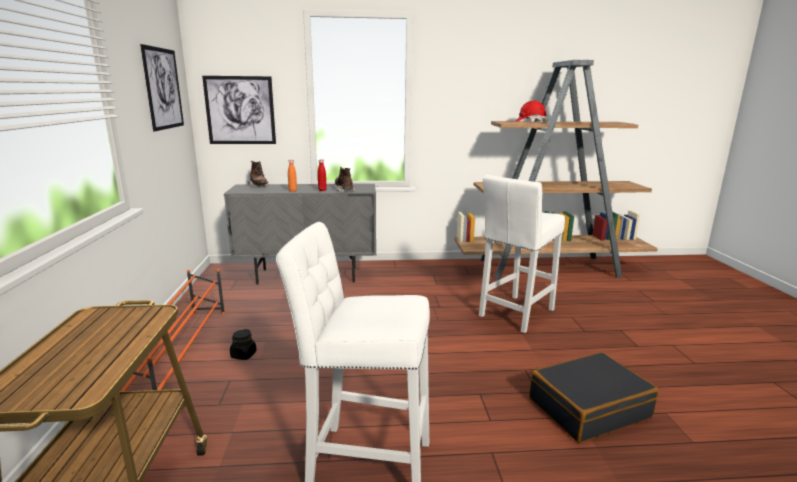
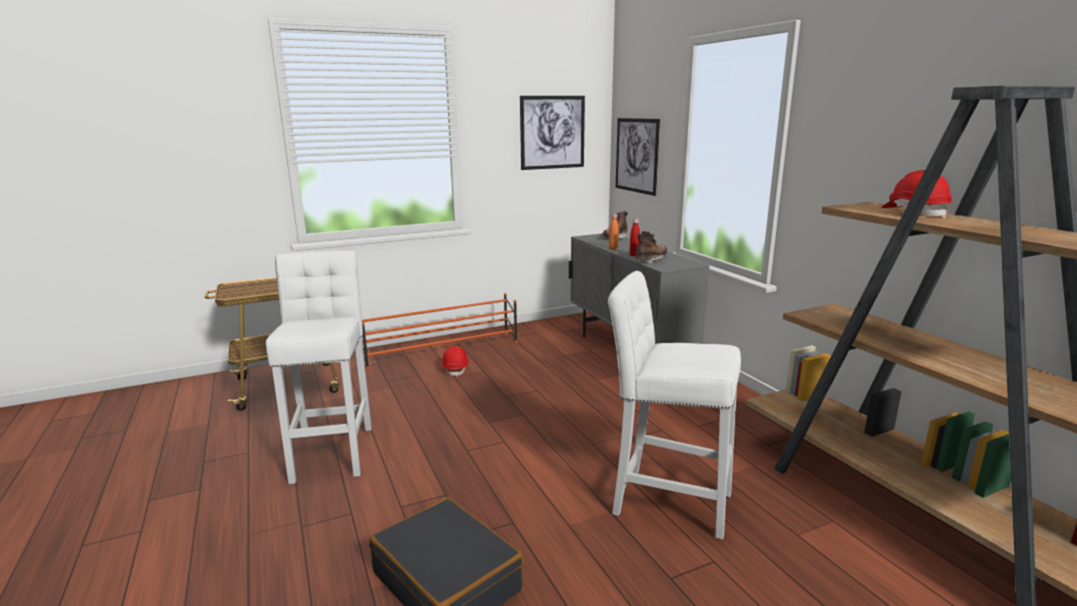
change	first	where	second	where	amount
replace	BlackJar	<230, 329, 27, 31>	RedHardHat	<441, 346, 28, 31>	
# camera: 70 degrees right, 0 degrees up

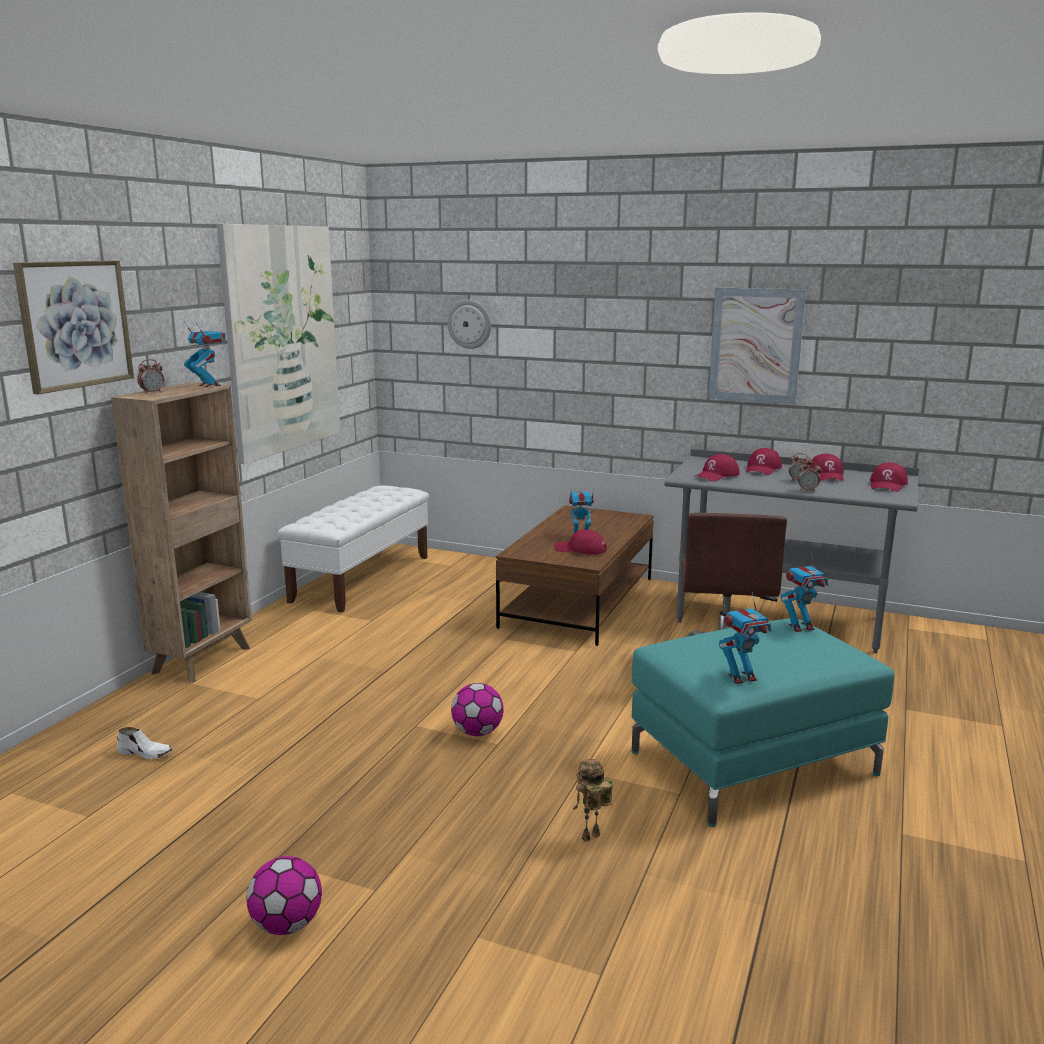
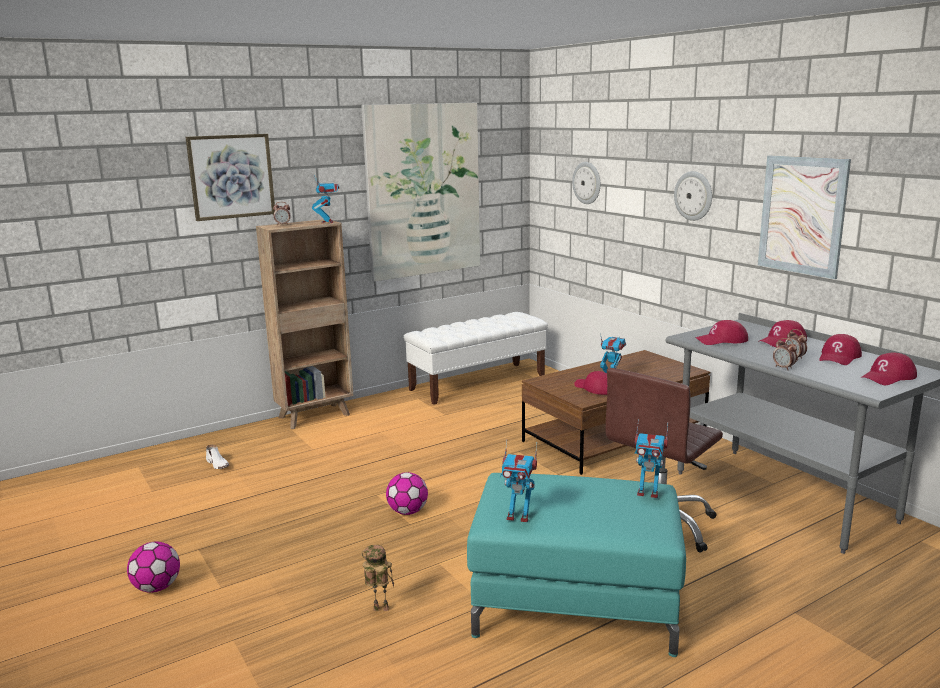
change	first	where	second	where	amount
insert			WallClock	<674, 171, 38, 50>	
# camera: 35 degrees right, 0 degrees up

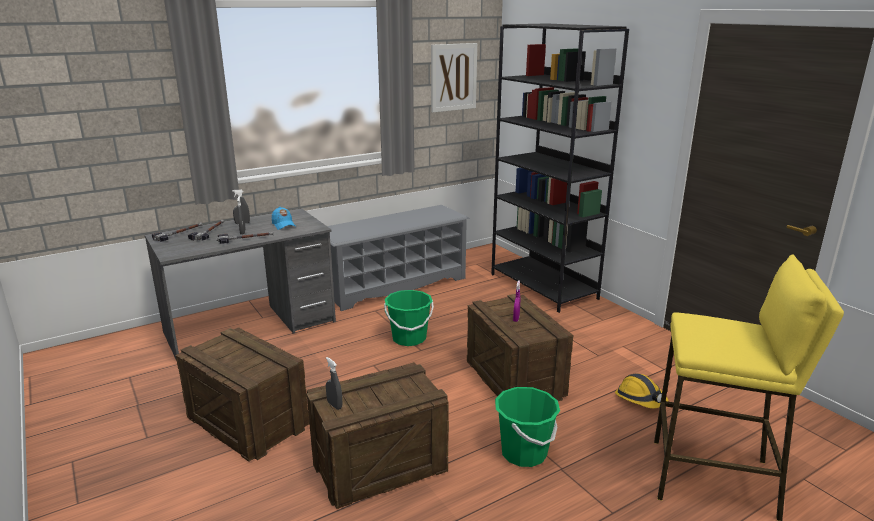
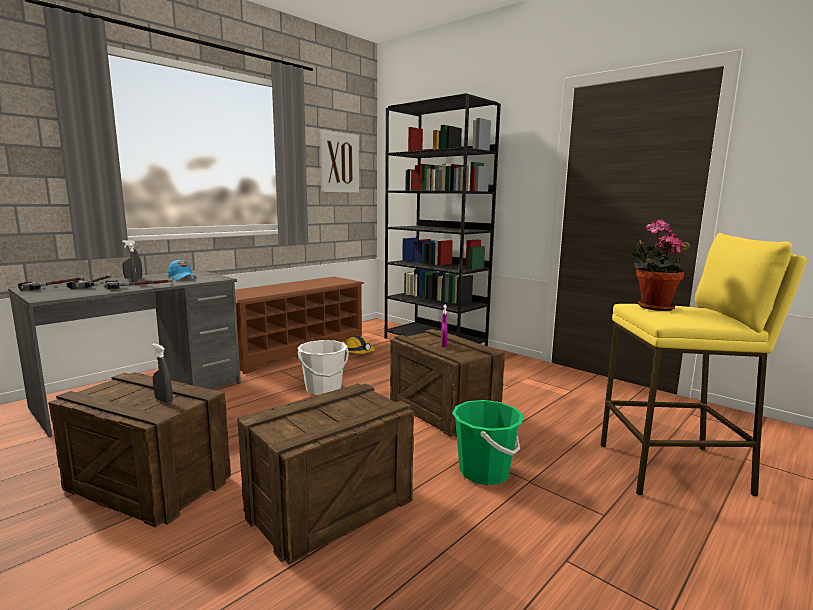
change	first	where	second	where	amount
move	GreySprayBottle	<326, 357, 16, 53>		<152, 343, 21, 61>	
recolor	GreyShoeRack	<327, 205, 143, 106>	BrownShoeRack	<235, 277, 129, 97>	
recolor	GreenBucket	<384, 290, 50, 56>	WhiteBucket	<298, 340, 51, 55>	
move	HardHat	<615, 373, 54, 36>		<345, 335, 30, 19>	
insert			PottedPlant	<631, 219, 54, 92>	
# camera: 15 degrees left, 10 degrees down

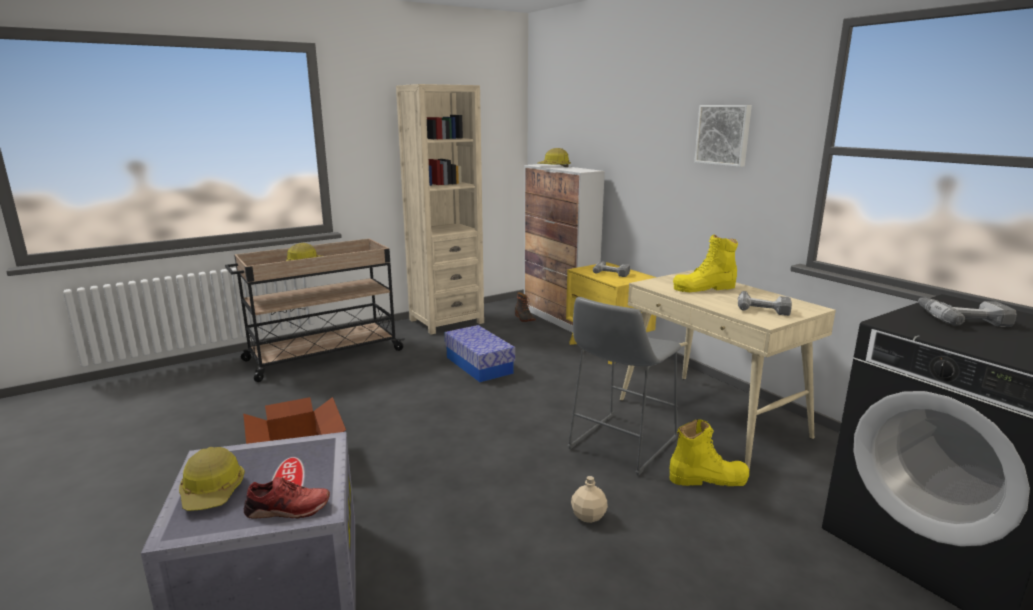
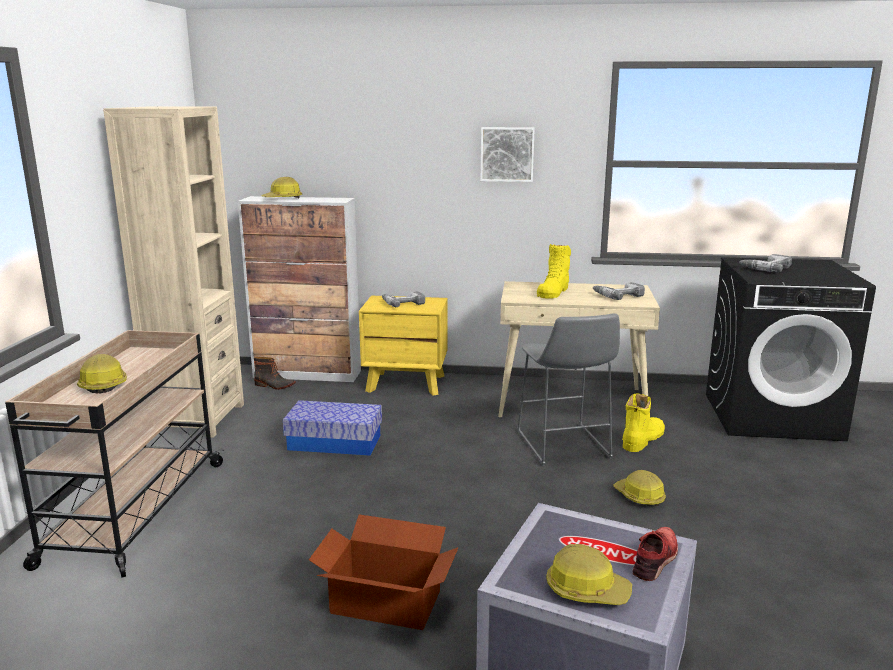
change	first	where	second	where	amount
replace	BeigeBottle	<571, 476, 37, 47>	HardHat	<613, 470, 53, 37>	
# camera: 50 degrees left, 0 degrees up

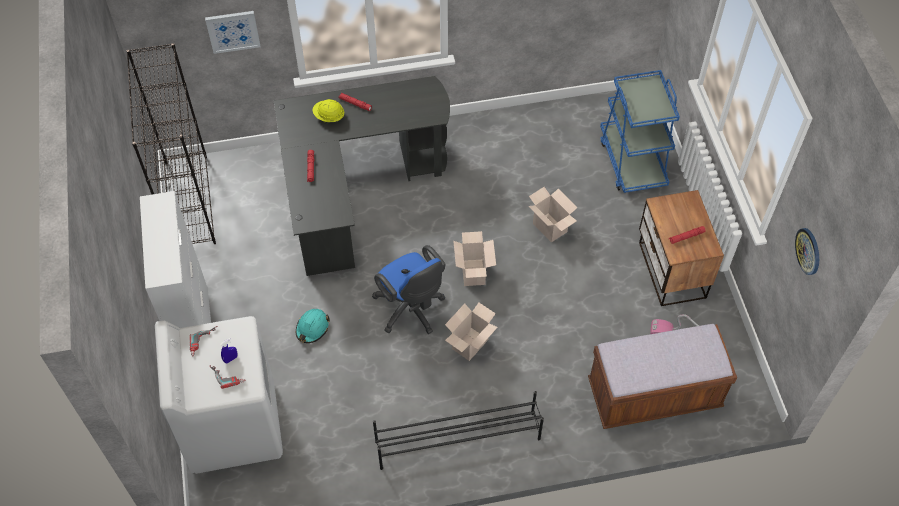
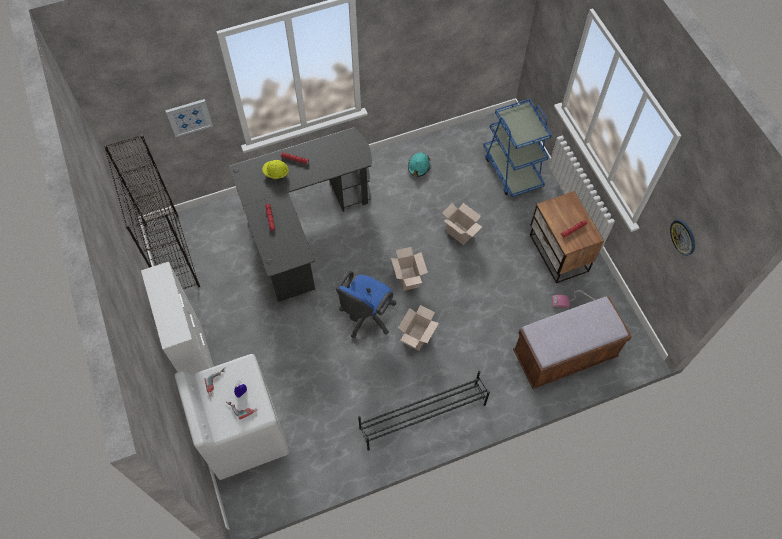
change	first	where	second	where	amount
move	TurquoiseHardHat	<296, 309, 34, 34>		<408, 153, 22, 24>	
rotate	BlueOfficeChair	<372, 245, 73, 89>		<336, 271, 61, 67>	75 degrees clockwise
# camera: 10 degrees left, 5 degrees up

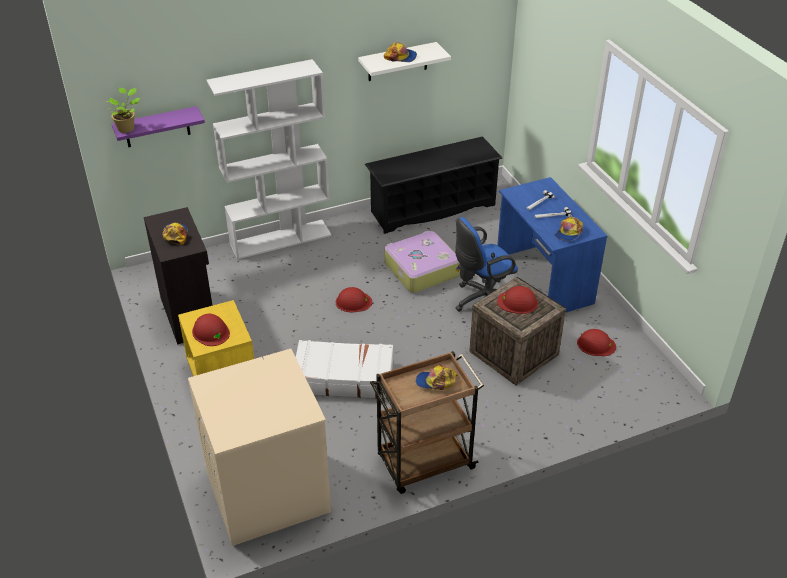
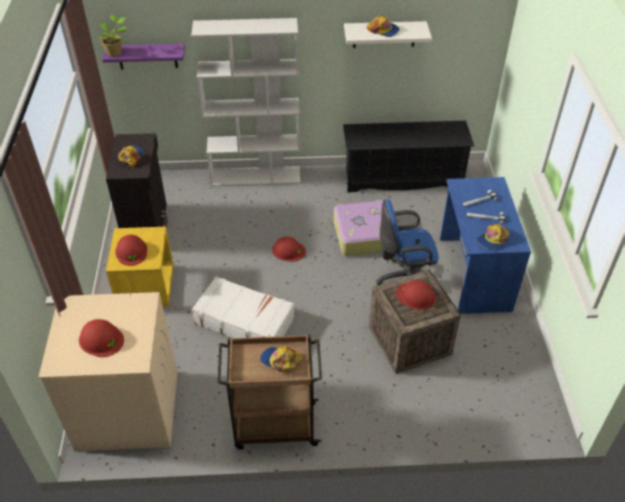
change	first	where	second	where	amount
move	RedHardHat	<577, 329, 39, 27>		<79, 319, 45, 38>	
# camera: 20 degrees right, 5 degrees up

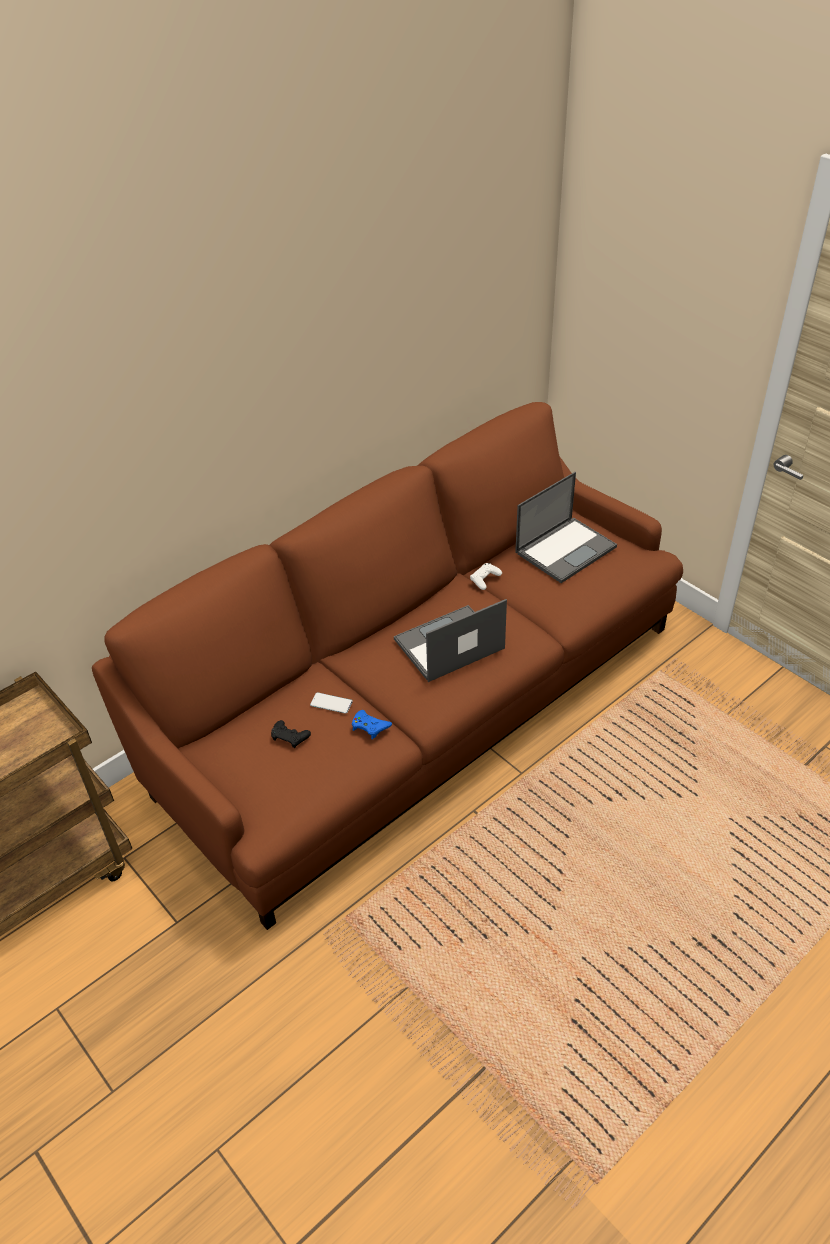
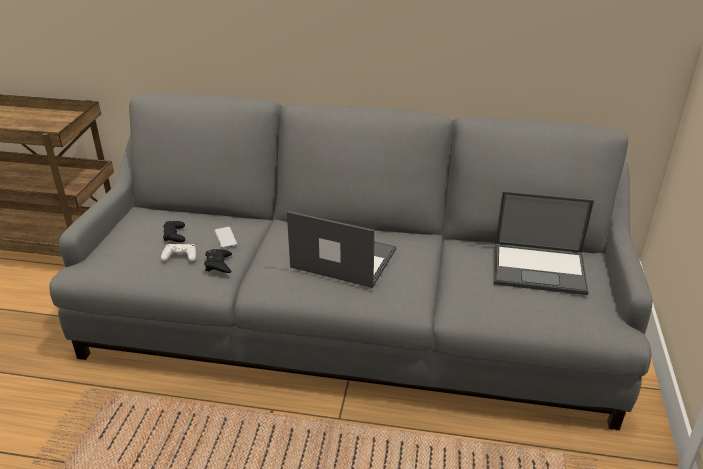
change	first	where	second	where	amount
recolor	BrownSofa	<92, 402, 591, 528>	GreySofa	<49, 93, 604, 337>	
recolor	BlueGameController	<352, 710, 40, 29>	BlackGameController	<204, 249, 28, 24>	
move	WhiteGameController	<470, 563, 32, 27>		<161, 244, 35, 18>	
# camera: 50 degrees right, 10 degrees down

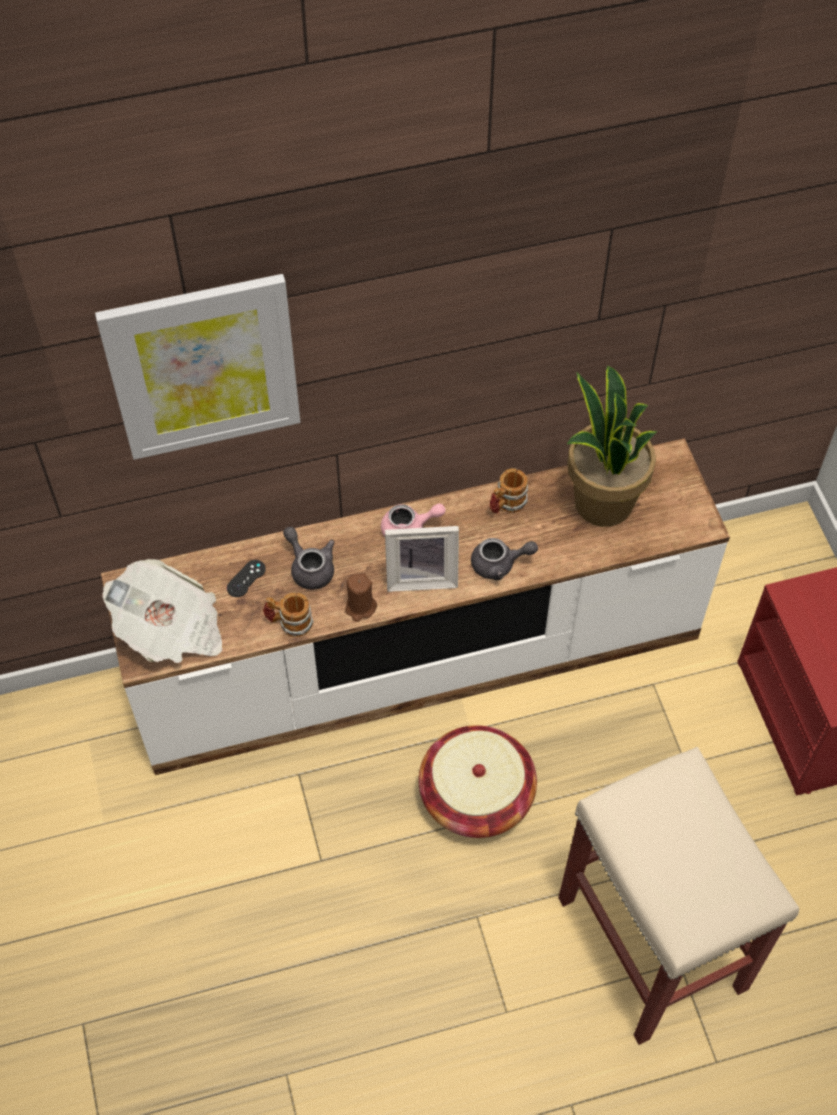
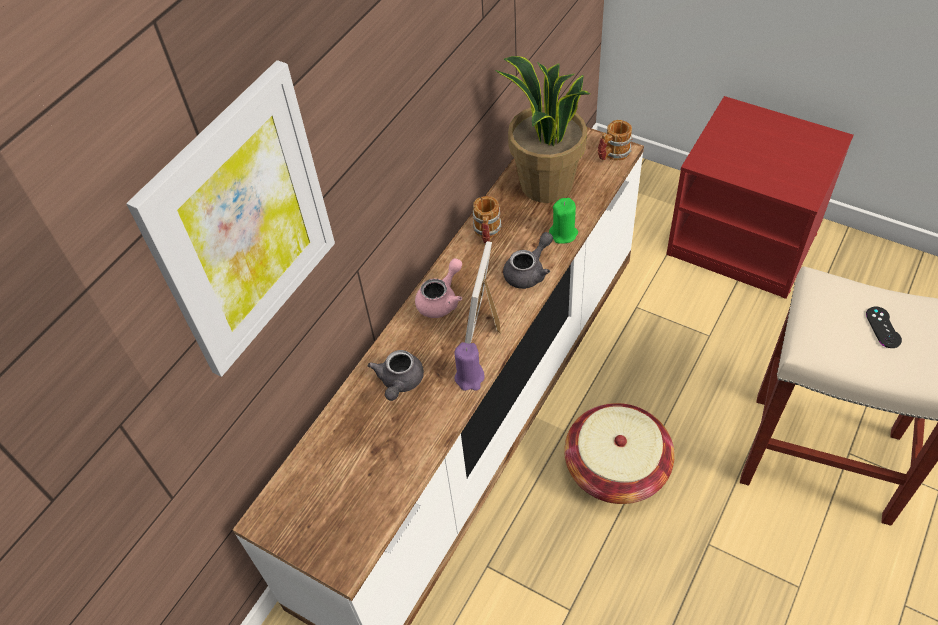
change	first	where	second	where	amount
delete	Newspaper	<103, 559, 119, 104>			
move	BlackGameController	<227, 560, 39, 37>		<866, 307, 36, 41>	
move	Mug	<263, 592, 51, 45>		<598, 120, 34, 41>	
rotate	GreyTeapot	<283, 527, 51, 63>		<368, 350, 56, 51>	90 degrees counterclockwise
recolor	BrownCandle	<345, 573, 32, 49>	PurpleCandle	<454, 342, 30, 49>	
rotate	PictureFrame	<385, 526, 74, 66>		<465, 241, 36, 103>	150 degrees clockwise
insert			GreenCandle	<549, 198, 29, 46>	
# camera: 40 degrees left, 5 degrees down

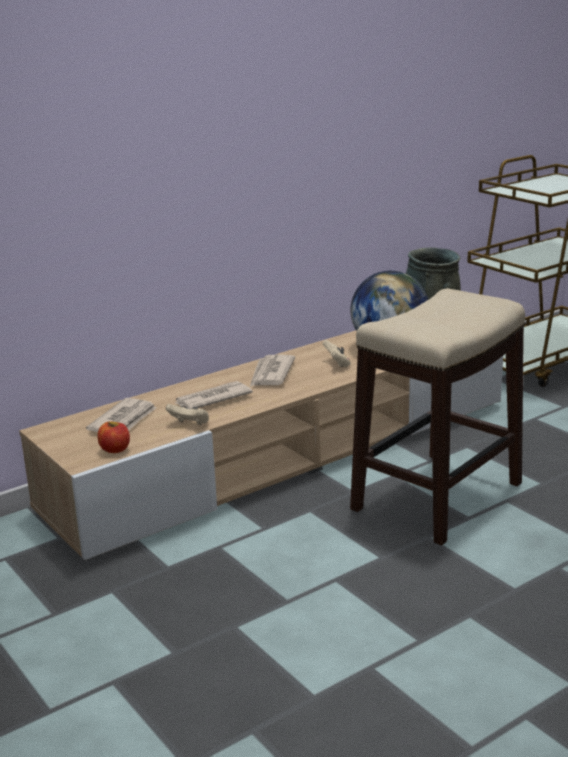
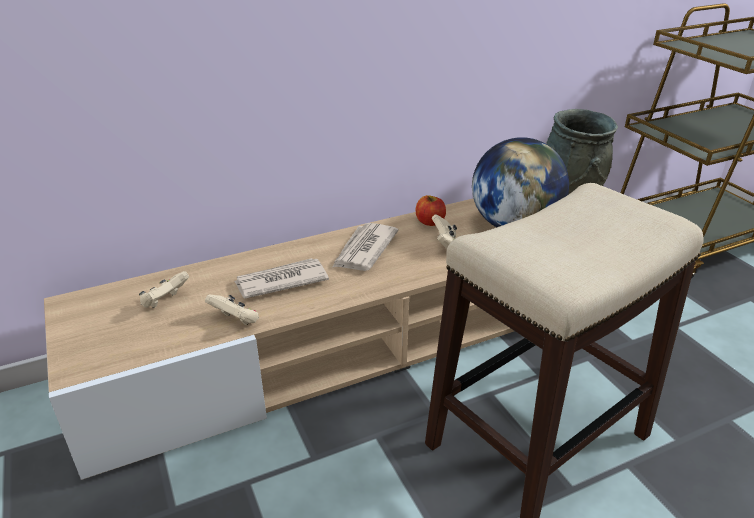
change	first	where	second	where	amount
replace	Newspaper	<86, 398, 70, 34>	BeigeGameController	<139, 271, 50, 37>	
move	Apple	<97, 422, 33, 31>		<416, 195, 30, 31>	
# camera: 10 degrees right, 10 degrees up

